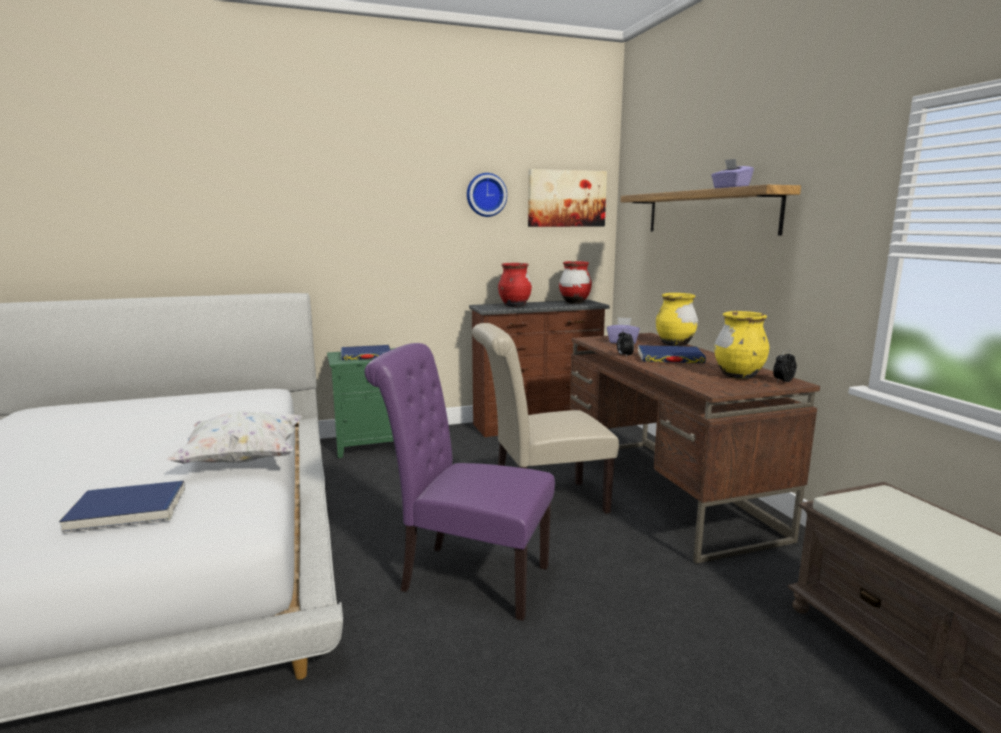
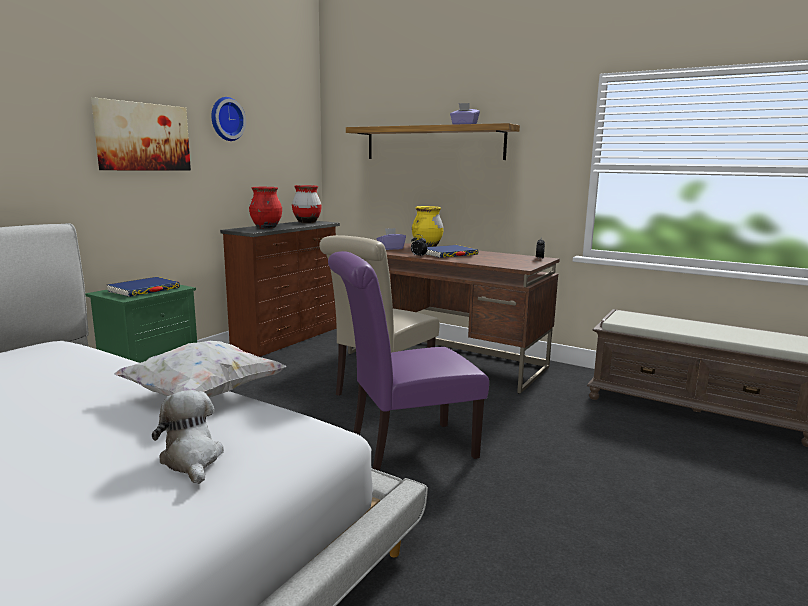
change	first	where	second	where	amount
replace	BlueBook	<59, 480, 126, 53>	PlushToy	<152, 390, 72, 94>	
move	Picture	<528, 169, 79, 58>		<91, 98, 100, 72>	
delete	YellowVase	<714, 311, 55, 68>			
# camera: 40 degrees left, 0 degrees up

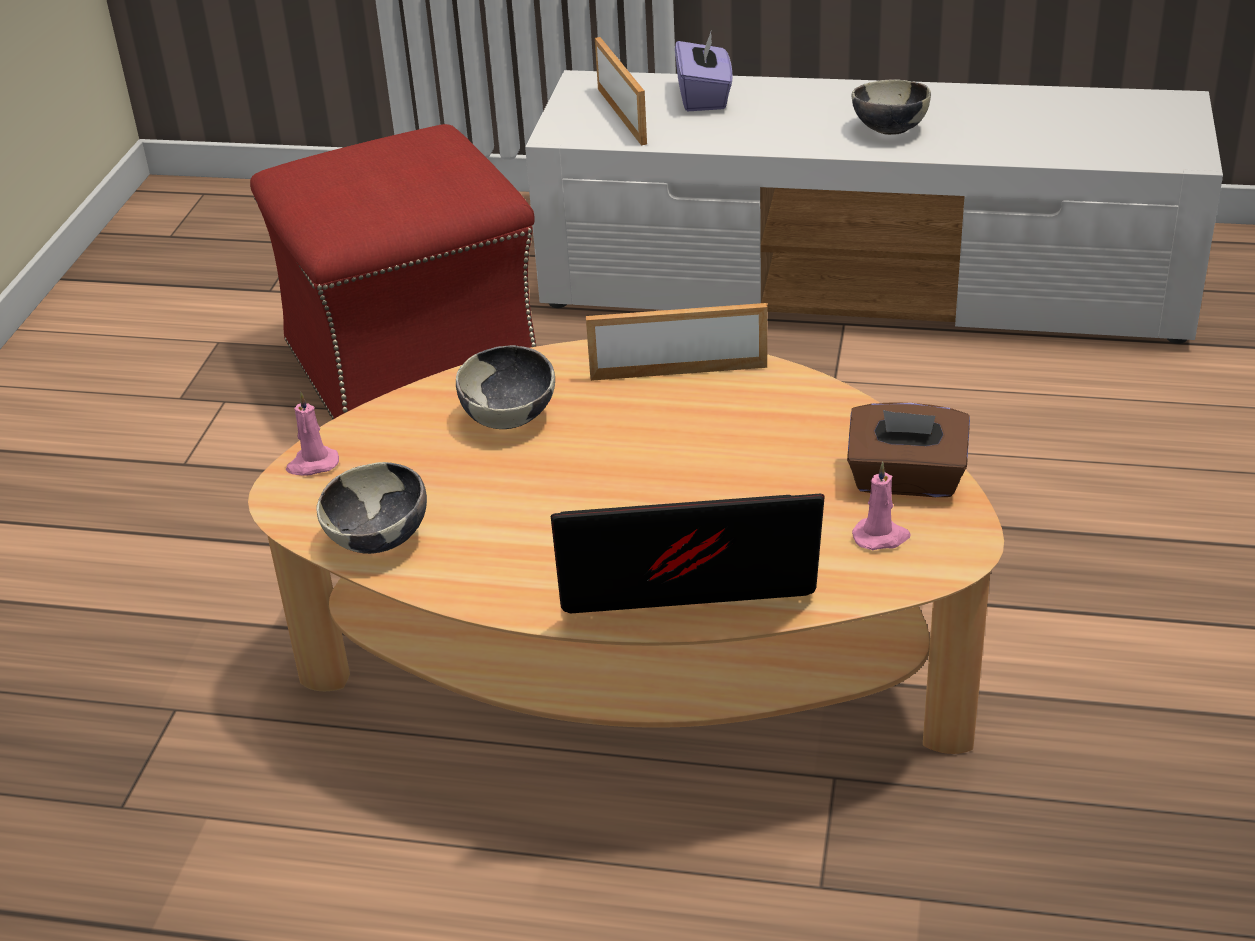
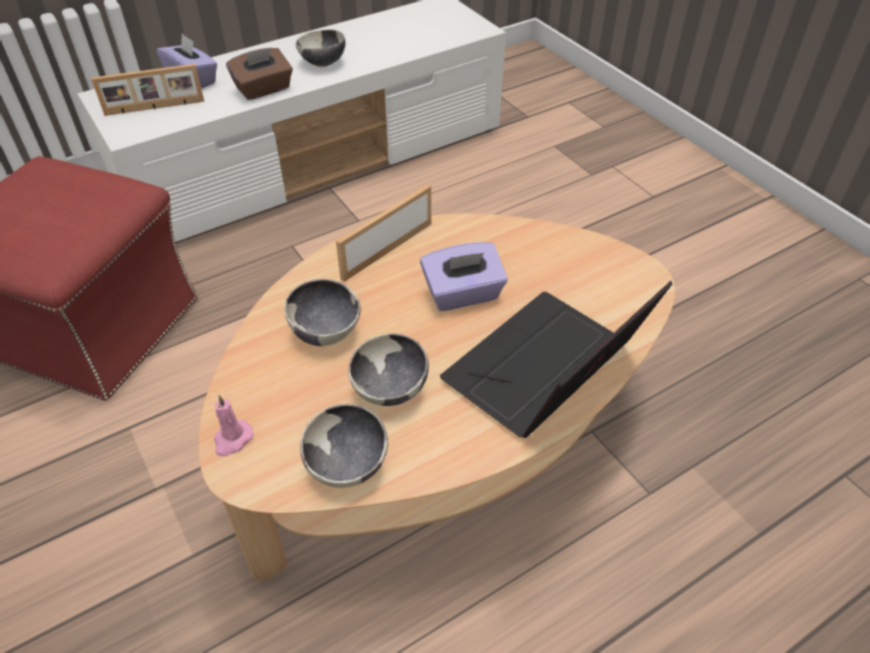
change	first	where	second	where	amount
rotate	PictureFrame	<595, 37, 52, 108>		<91, 64, 113, 52>	135 degrees clockwise
move	BrownTissueBox	<847, 403, 123, 94>		<226, 48, 67, 52>	
delete	PinkCandle	<852, 462, 58, 88>			
insert			Bowl	<348, 333, 81, 73>	
insert			PurpleTissueBox	<420, 242, 88, 69>	
# camera: 45 degrees left, 10 degrees up

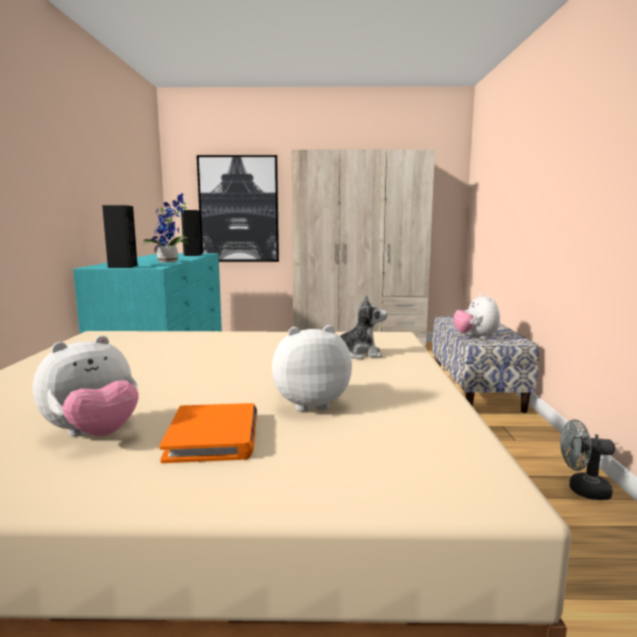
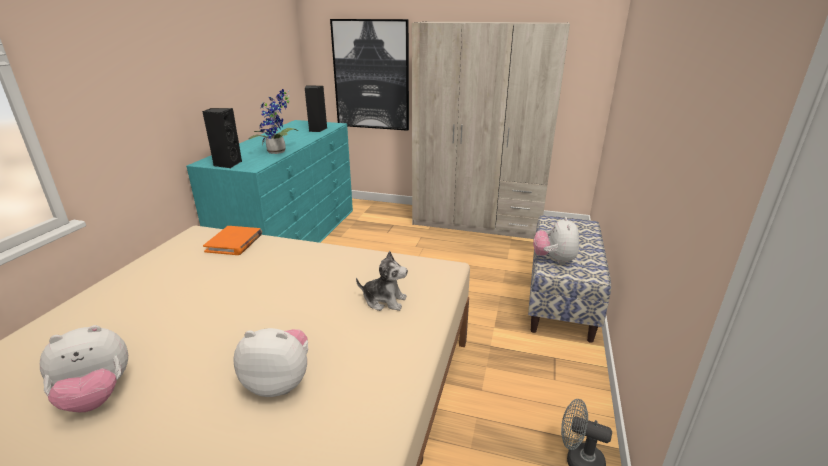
change	first	where	second	where	amount
move	OrangeBook	<159, 403, 98, 60>		<203, 226, 59, 29>	
# camera: 15 degrees right, 15 degrees up

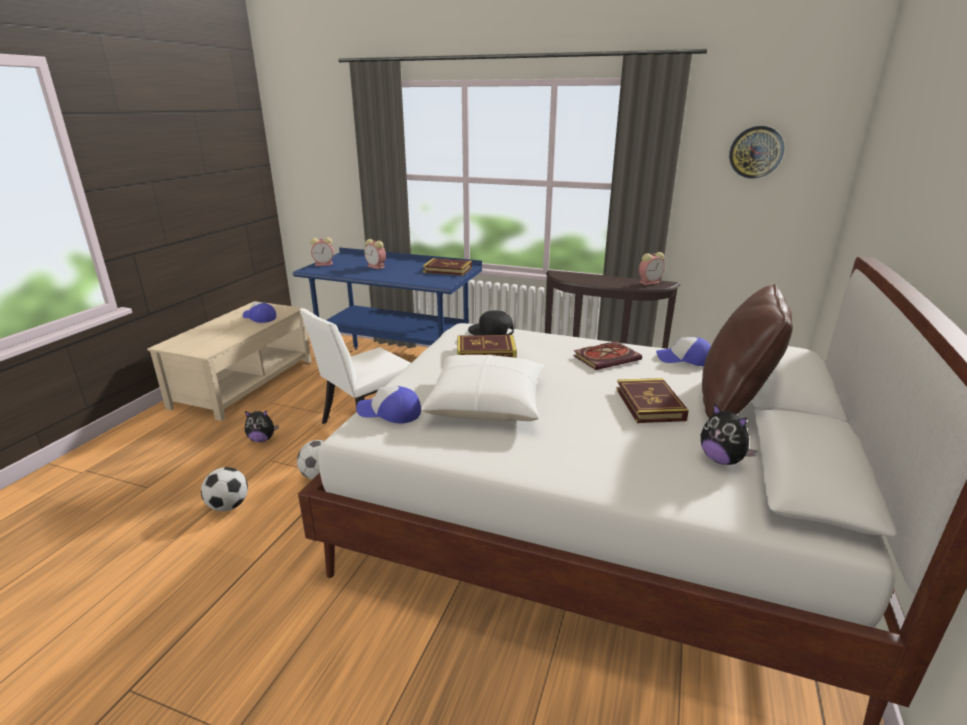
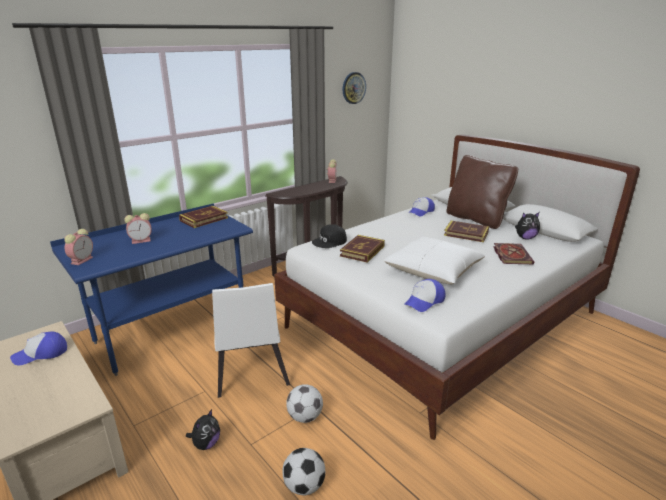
change	first	where	second	where	amount
move	Book	<573, 341, 69, 29>		<493, 243, 41, 21>	
# camera: 60 degrees left, 0 degrees up

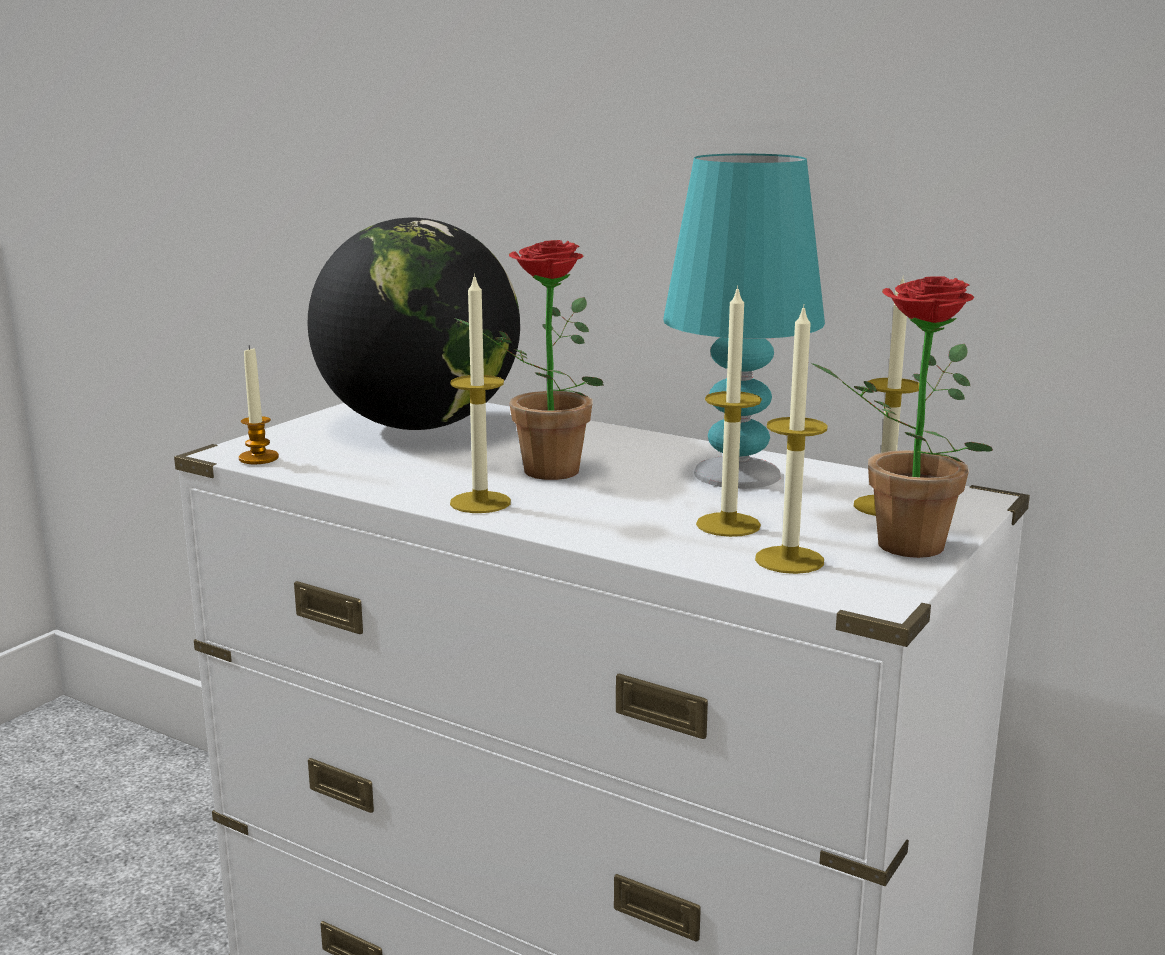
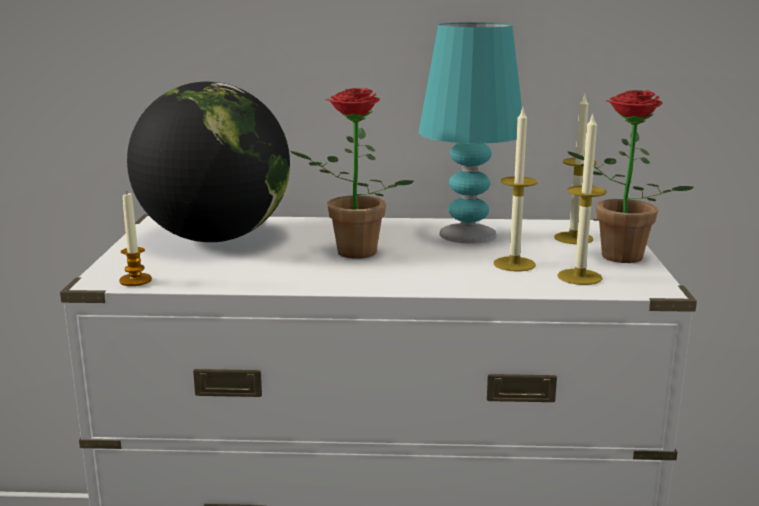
change	first	where	second	where	amount
delete	Candle	<450, 273, 61, 240>			
# camera: 30 degrees left, 0 degrees up

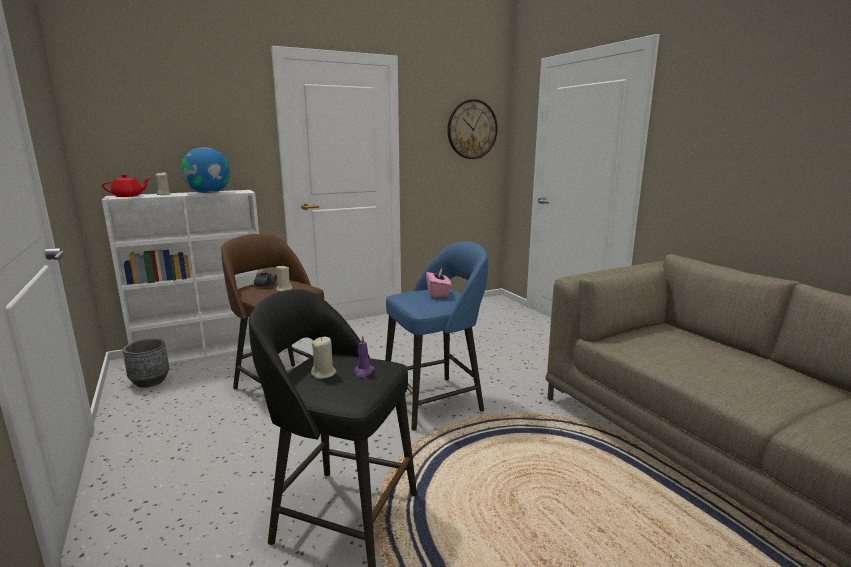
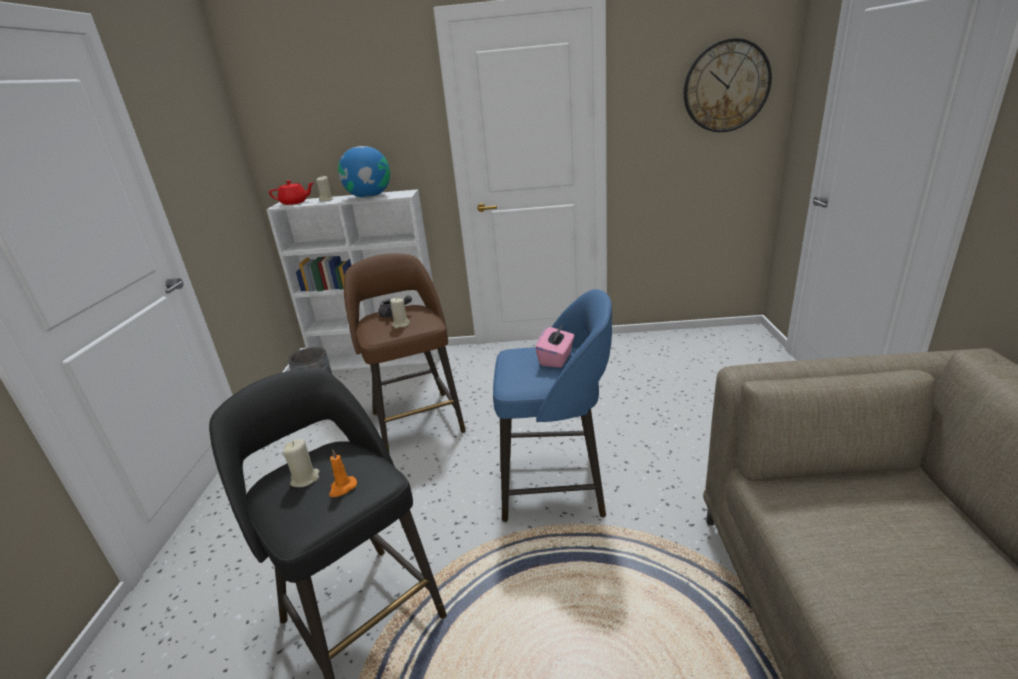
change	first	where	second	where	amount
recolor	PurpleCandle	<354, 335, 21, 43>	OrangeCandle	<329, 449, 28, 48>	
# camera: 30 degrees right, 10 degrees up

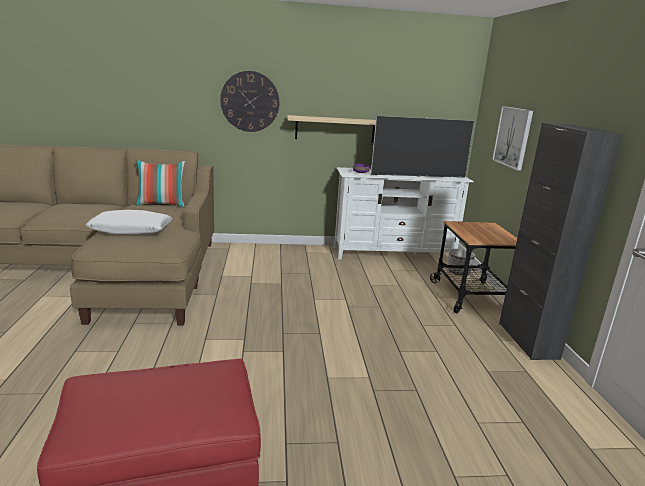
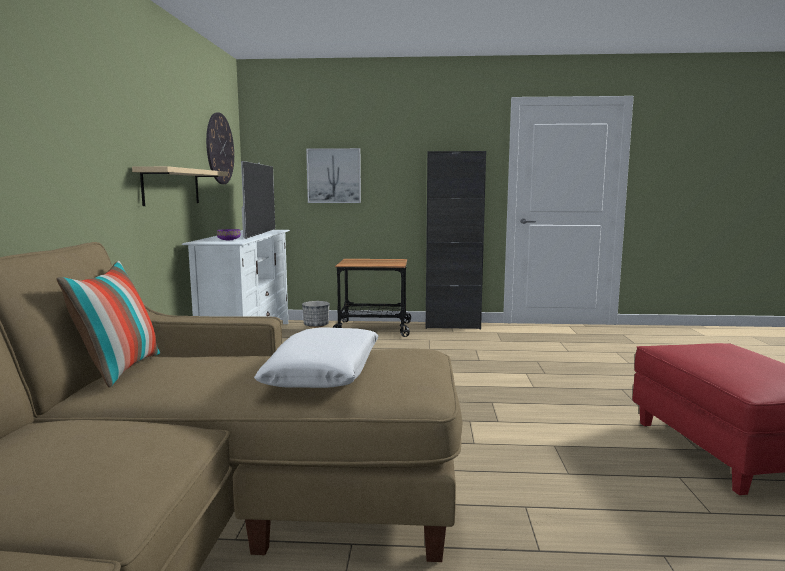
change	first	where	second	where	amount
move	WallClock	<220, 71, 59, 61>		<206, 113, 28, 71>	
# camera: 80 degrees left, 10 degrees down

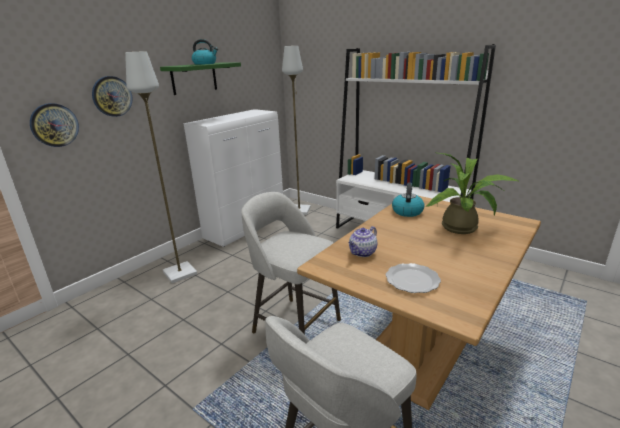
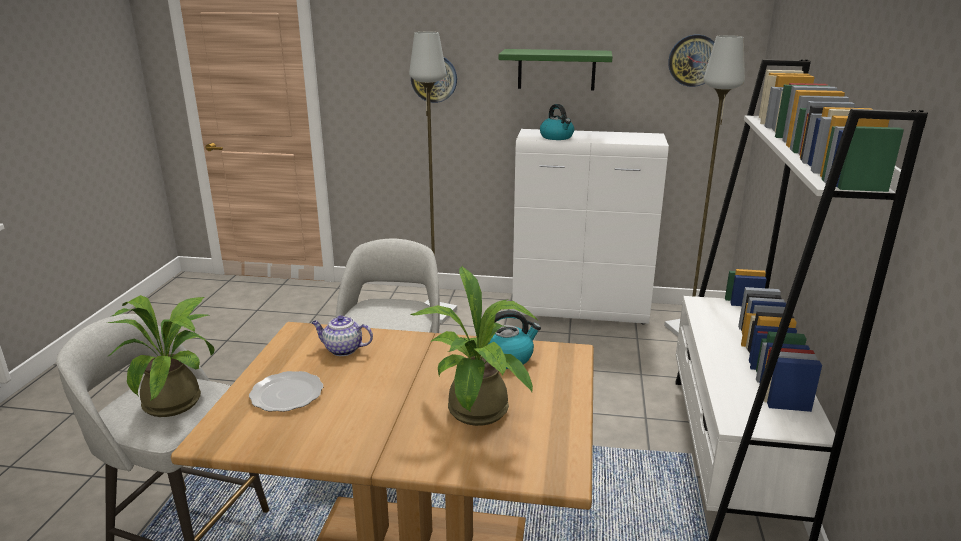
change	first	where	second	where	amount
move	WallClock	<30, 103, 49, 44>		<668, 35, 46, 52>	
move	Kettle	<192, 39, 26, 26>		<540, 104, 34, 36>	
insert			PottedPlant	<108, 295, 107, 122>	
# camera: 60 degrees right, 0 degrees up

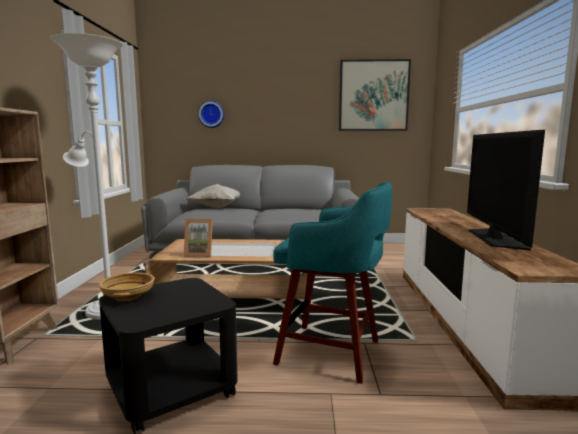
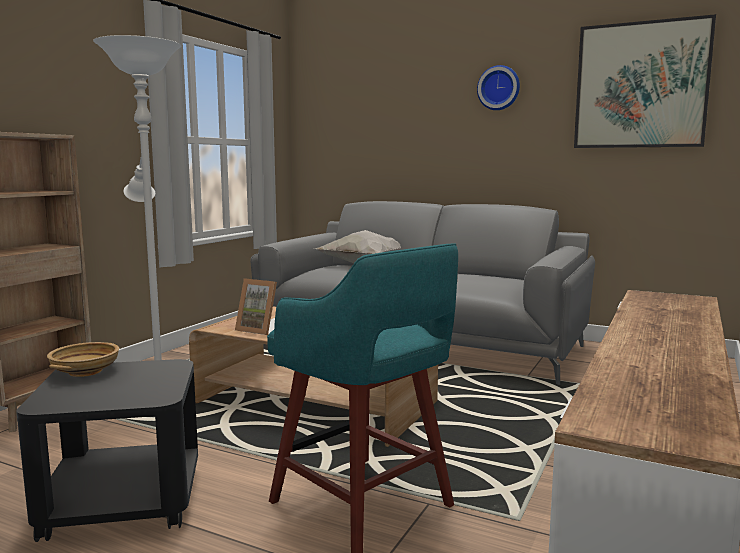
change	first	where	second	where	amount
move	WallClock	<198, 101, 26, 27>		<477, 65, 43, 45>	
delete	Television	<467, 130, 78, 120>			
# camera: 25 degrees right, 0 degrees up

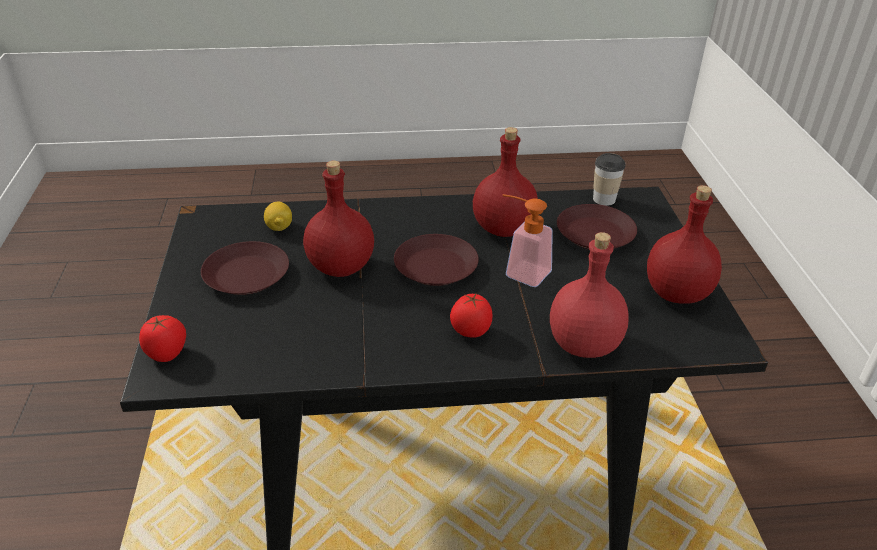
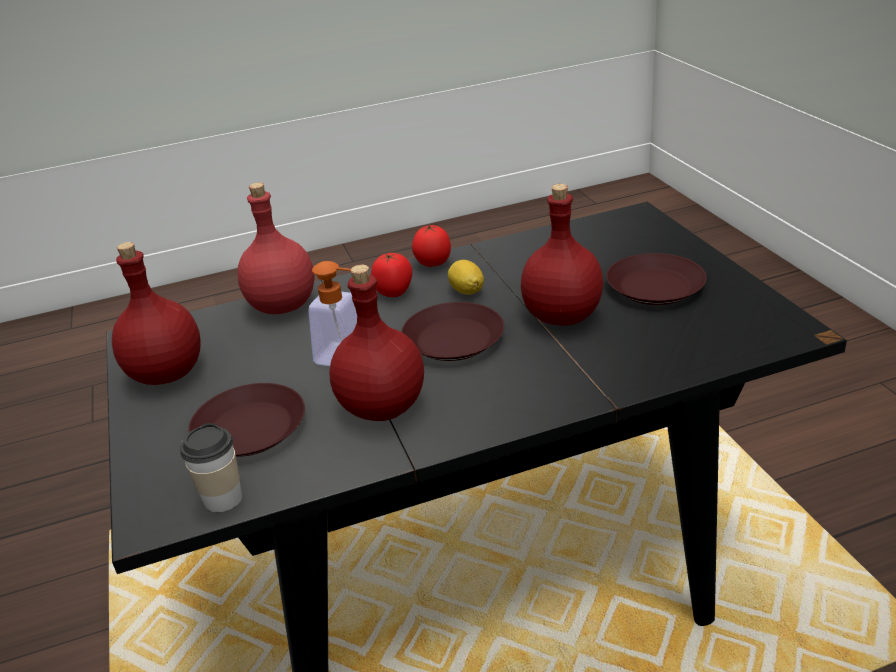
change	first	where	second	where	amount
move	Tomato	<139, 315, 47, 47>		<412, 224, 39, 43>	
move	Lemon	<264, 202, 28, 29>		<448, 260, 36, 35>	
# camera: 170 degrees right, 5 degrees down

